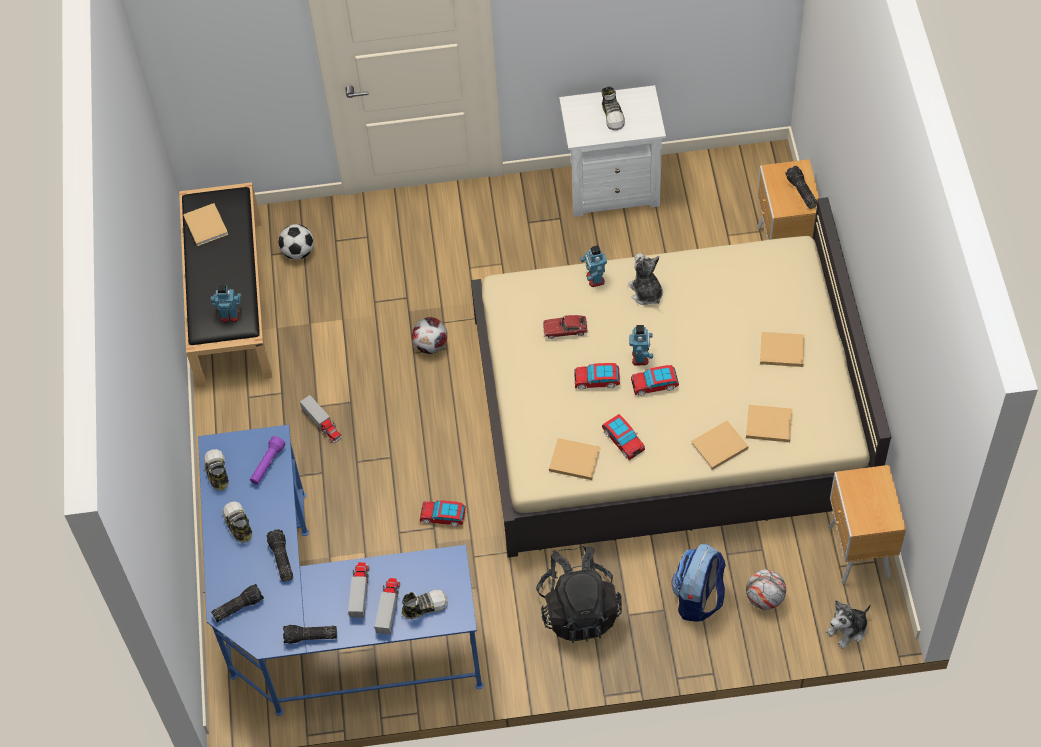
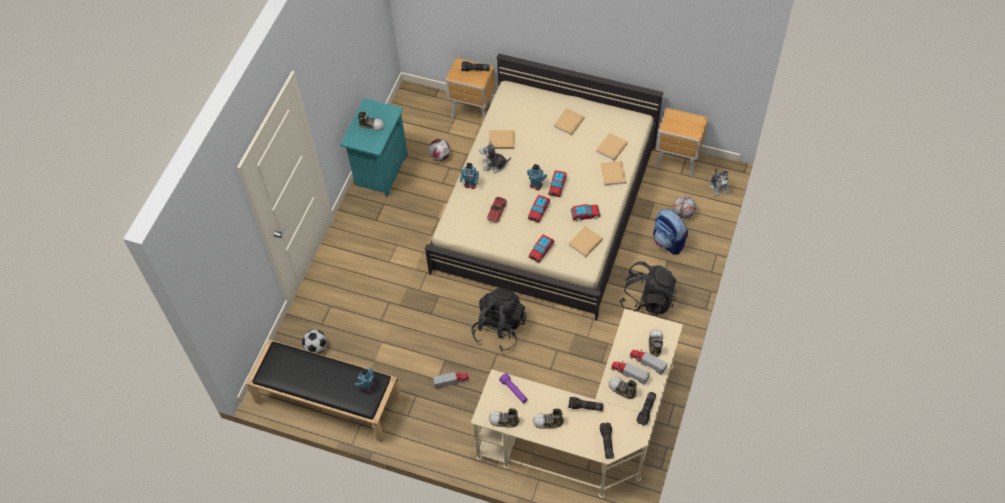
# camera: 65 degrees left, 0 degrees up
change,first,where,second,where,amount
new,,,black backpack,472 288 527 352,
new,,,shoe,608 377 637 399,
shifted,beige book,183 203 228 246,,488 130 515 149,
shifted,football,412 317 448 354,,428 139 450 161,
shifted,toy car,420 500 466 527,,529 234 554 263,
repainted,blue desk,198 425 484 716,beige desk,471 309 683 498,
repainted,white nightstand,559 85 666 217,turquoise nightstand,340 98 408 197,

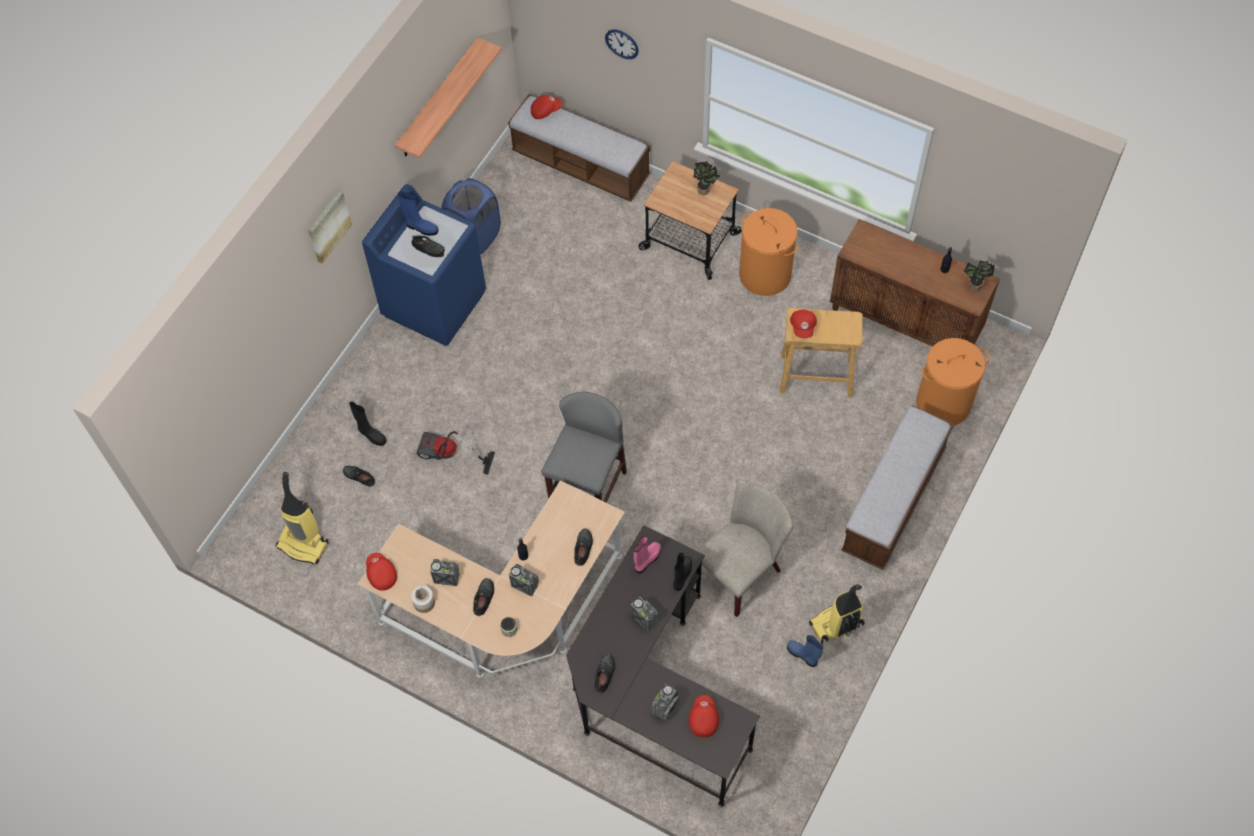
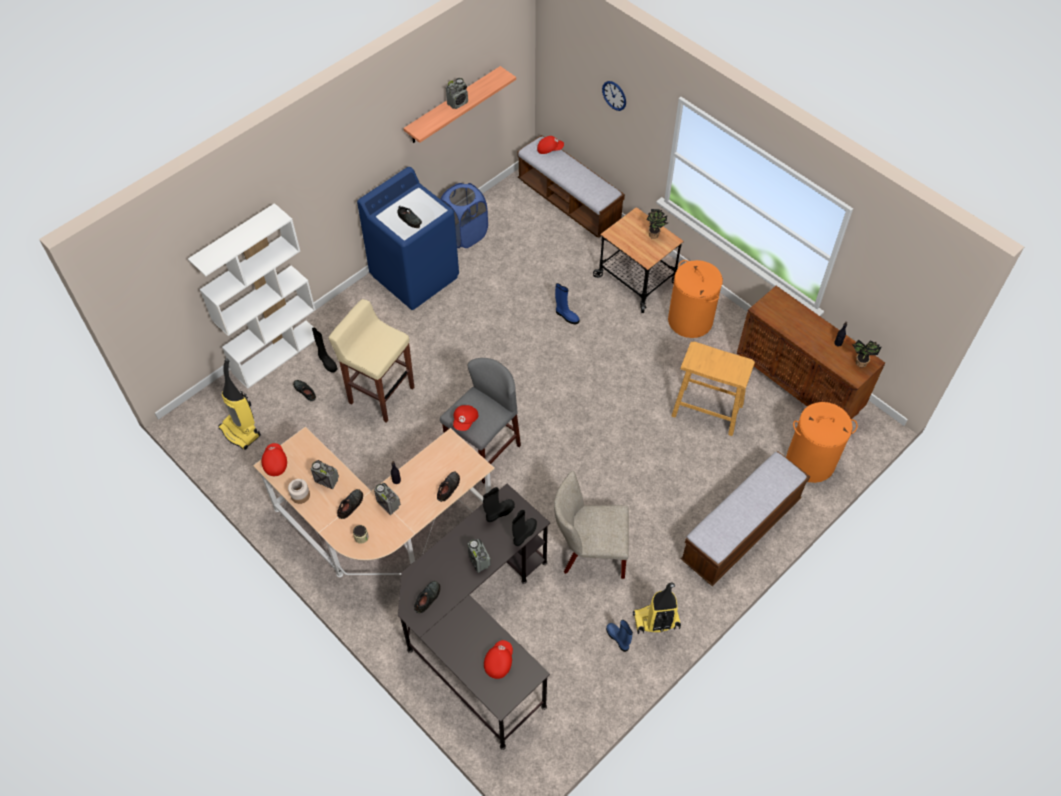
# camera: 15 degrees right, 5 degrees down
change,first,where,second,where,amount
gone,picture,308 191 352 264,,,
new,,,white bookcase,188 203 319 389,
shifted,blue boot,398 192 438 236,,555 283 580 324,
shifted,radio,652 684 679 720,,446 78 468 109,
shifted,red cap,790 309 817 338,,453 405 478 431,
swapped,vacuum cleaner,416 431 495 475,beige stool,328 299 414 423,
repainted,pink boot,634 536 661 573,black boot,483 487 515 522,
rotated,beige chair,695 479 793 617,,554 471 629 579,150 degrees counterclockwise

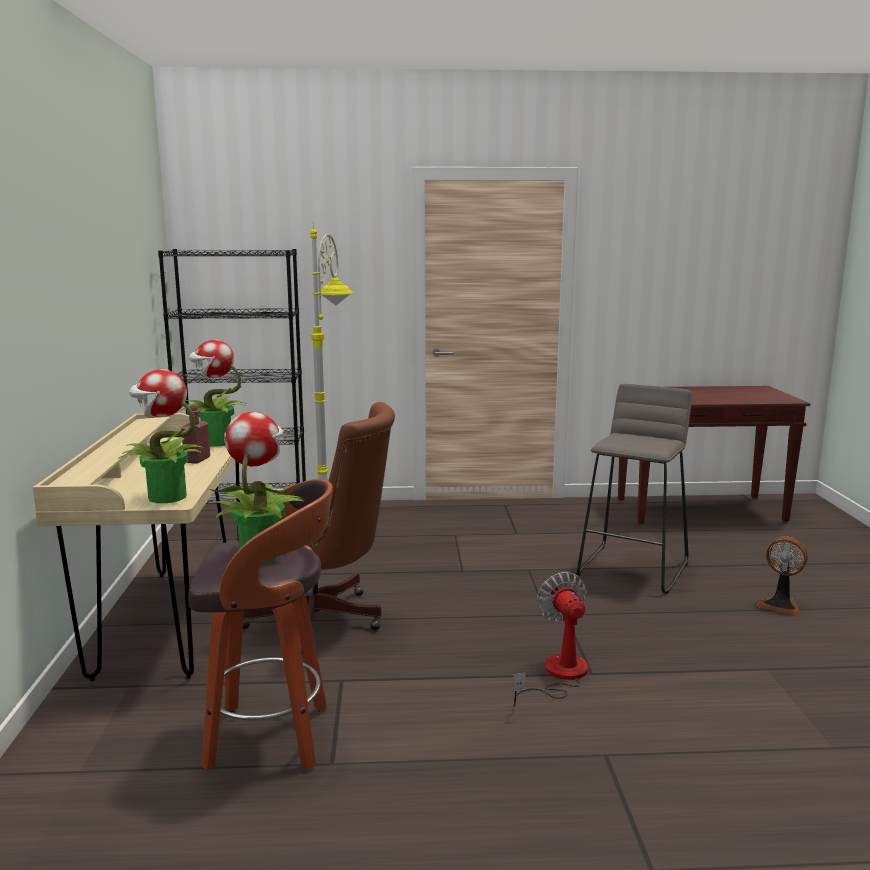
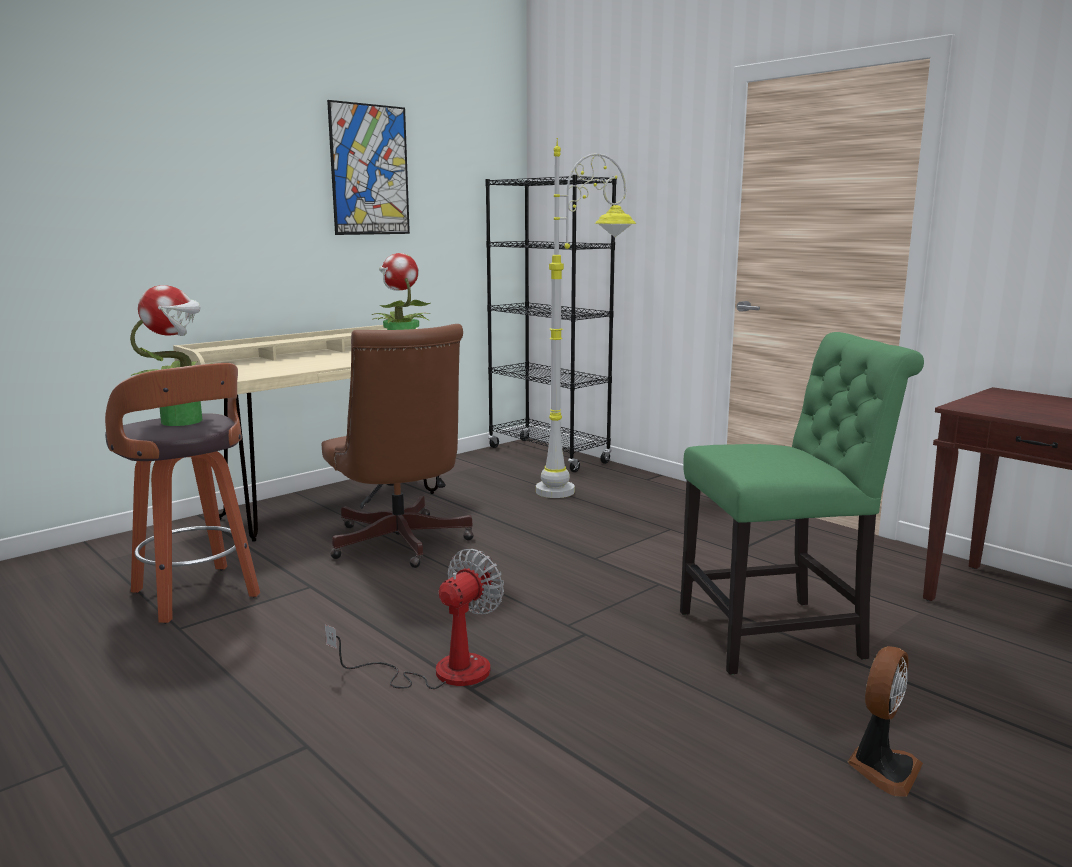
# camera: 50 degrees right, 0 degrees up
change,first,where,second,where,amount
gone,potted plant,118 369 204 503,,,
gone,red bottle,181 405 210 464,,,
new,,,picture,327 100 410 235,
swapped,grey stool,576 384 692 594,green chair,680 332 924 675,
rotated,fan,757 536 808 616,,848 646 923 797,135 degrees counterclockwise

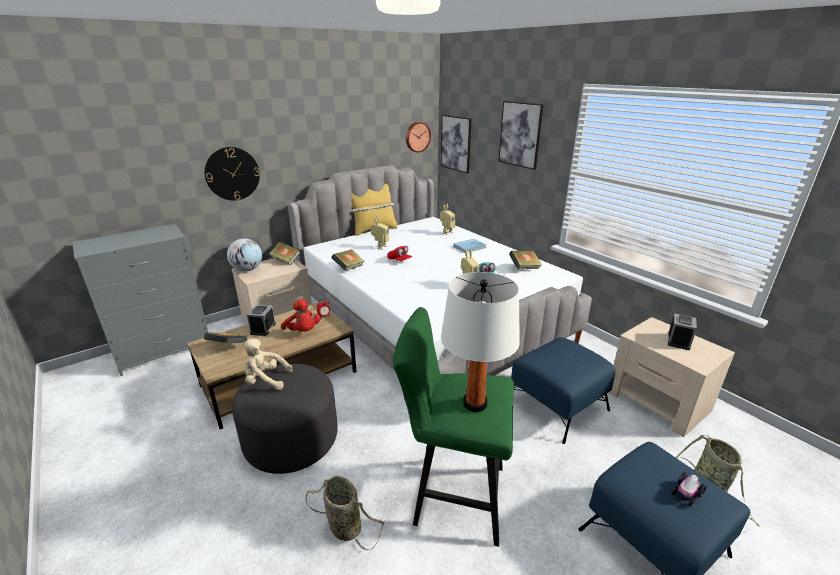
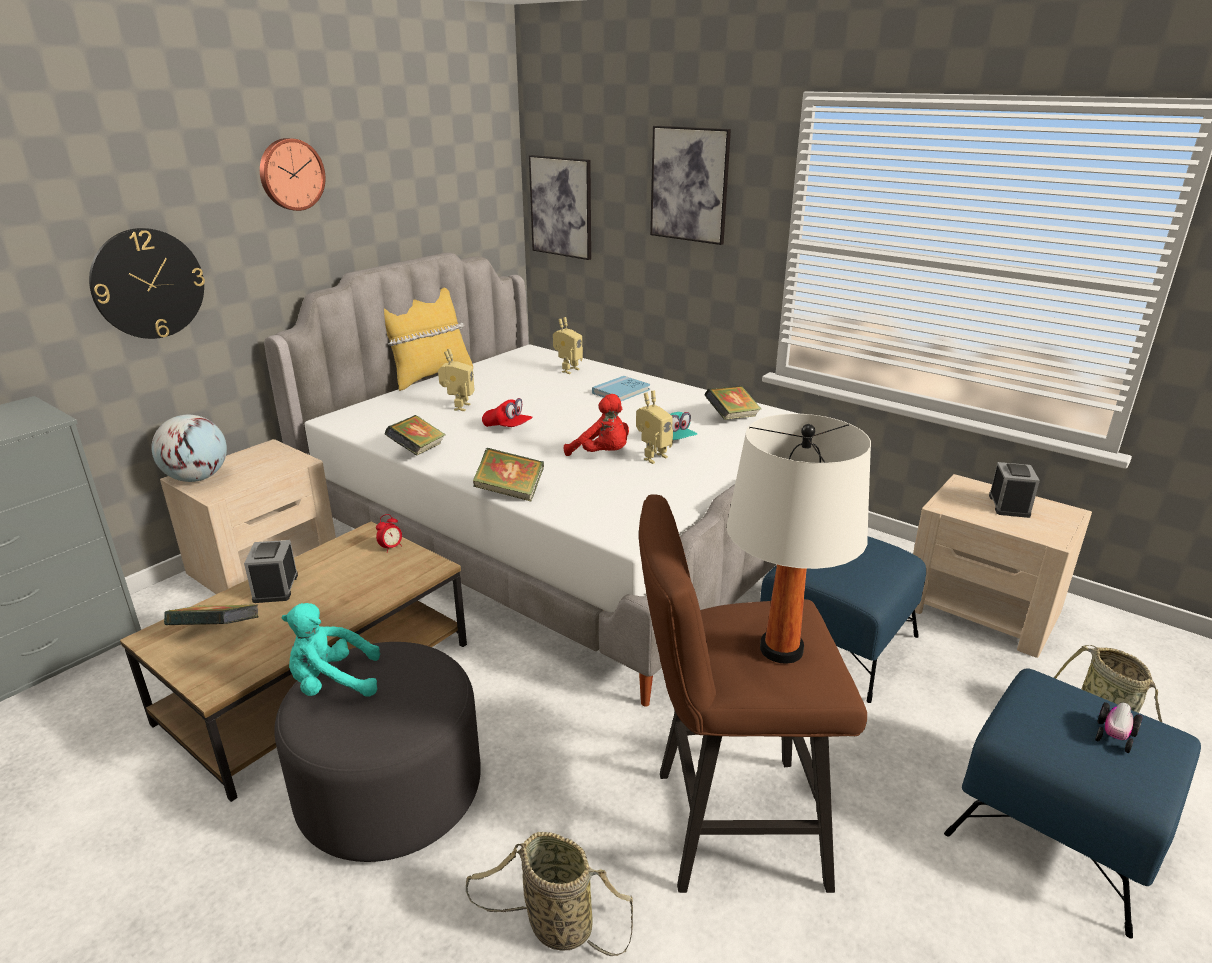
# camera: 15 degrees left, 0 degrees up
change,first,where,second,where,amount
shifted,book,269 242 301 265,,473 448 544 502,
shifted,red plush toy,281 299 321 332,,564 394 629 456,
shifted,wall clock,406 122 431 152,,260 138 326 211,
repainted,beige plush toy,243 339 293 390,turquoise plush toy,281 603 380 697,
repainted,green stool,393 307 514 547,brown stool,639 494 867 893,

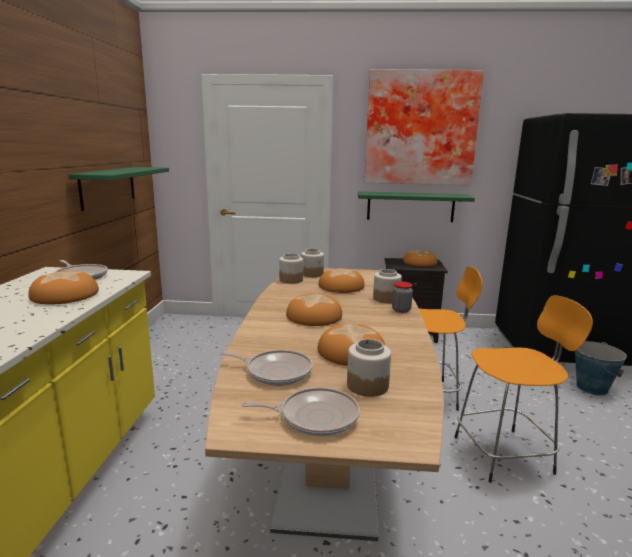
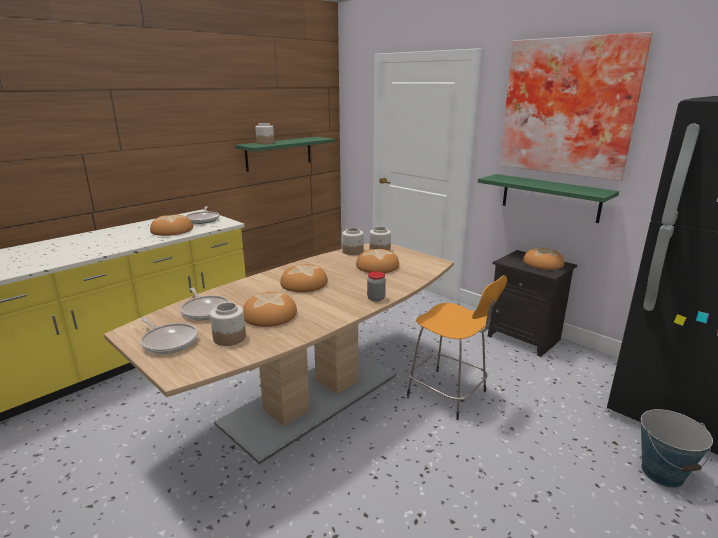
# camera: 40 degrees right, 5 degrees up
change,first,where,second,where,amount
gone,orange stool,454 295 593 483,,,
shifted,jar,373 269 402 303,,255 123 274 144,

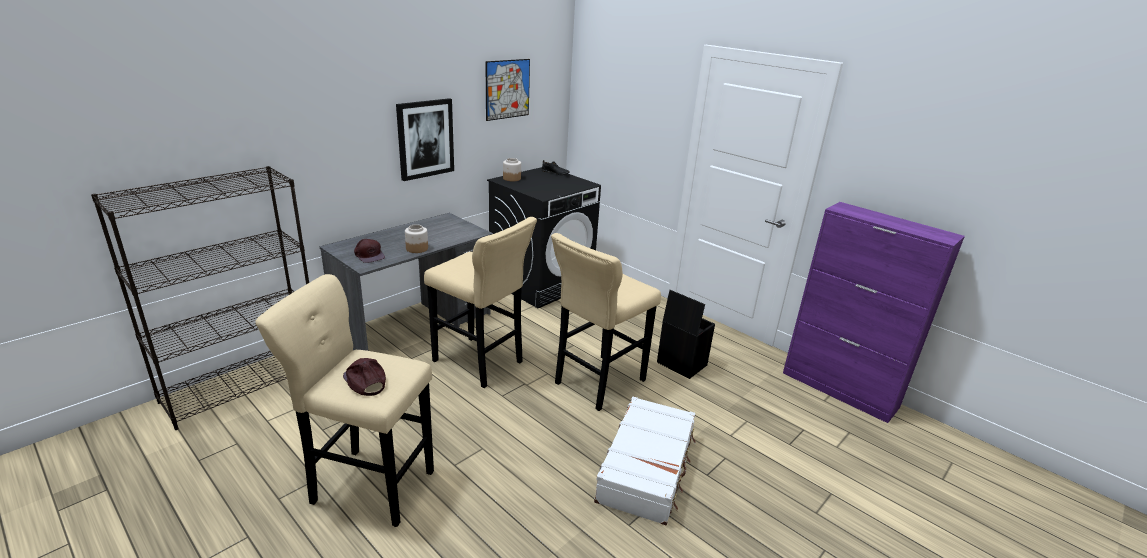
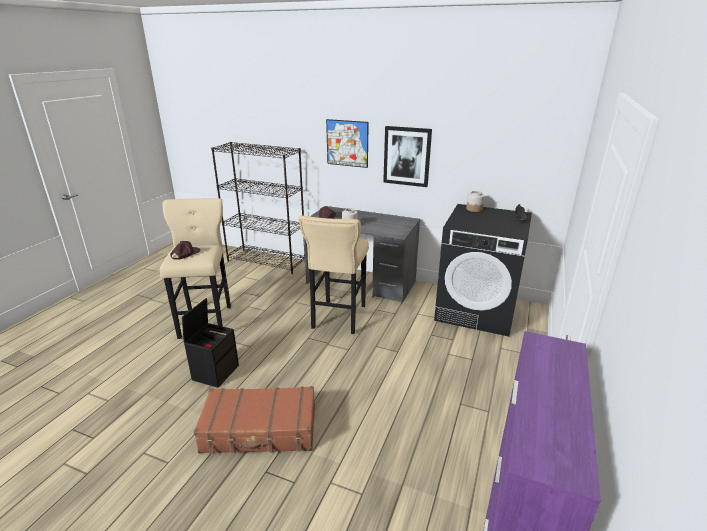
# camera: 70 degrees right, 0 degrees up
change,first,where,second,where,amount
gone,beige stool,551 233 661 411,,,
shifted,picture,485 59 530 121,,326 119 369 168,
shifted,black storage box,657 290 715 379,,182 298 239 388,
repainted,white suitcase,594 396 696 525,brown suitcase,193 386 315 454,

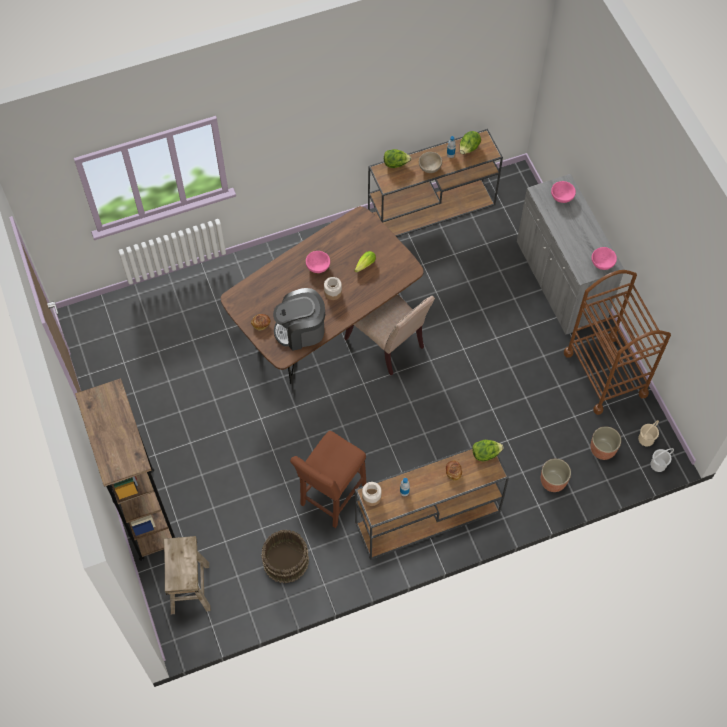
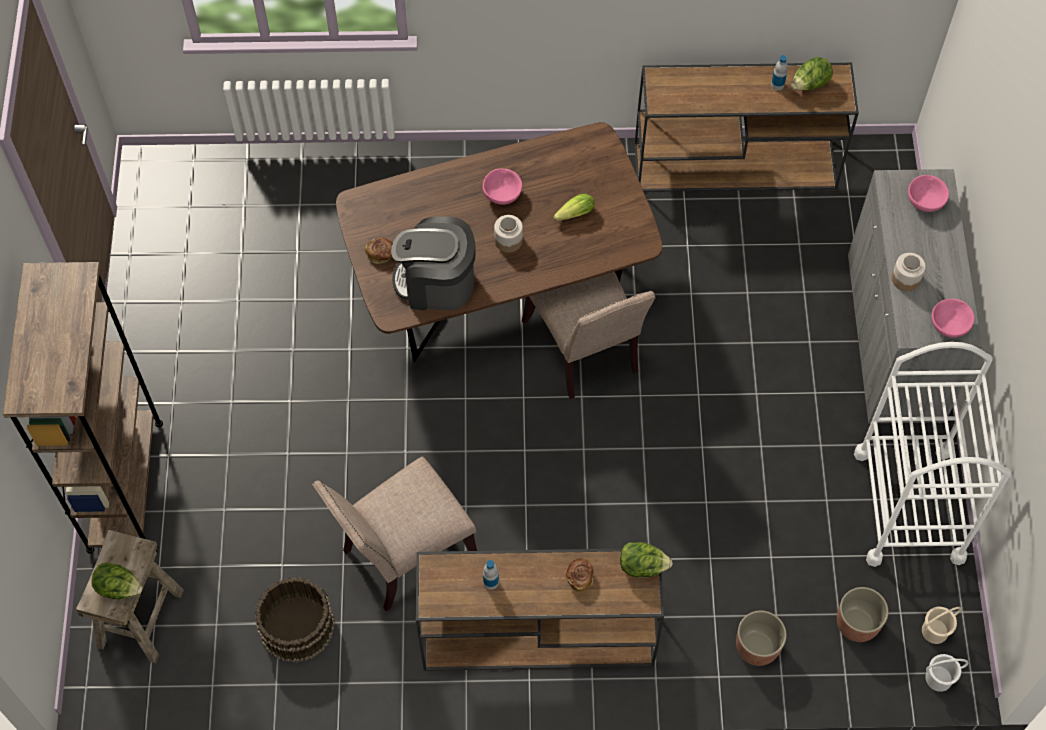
# camera: 20 degrees right, 0 degrees up
change,first,where,second,where,amount
gone,beige bowl,419 152 442 173,,,
shifted,jar,362 482 381 506,,891 253 926 291,
shifted,lettuce,384 149 412 168,,91 562 143 600,
swapped,brown stool,290 431 367 528,beige chair,312 457 477 611,
repainted,brown cart,564 270 671 415,white cart,854 342 1011 567,

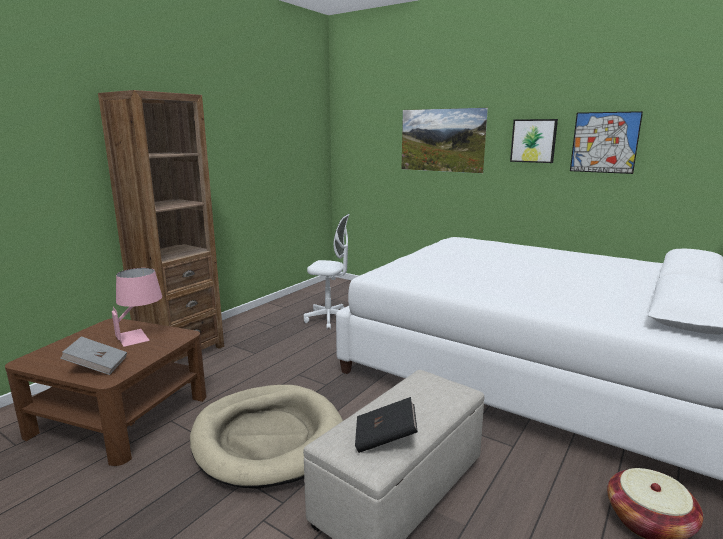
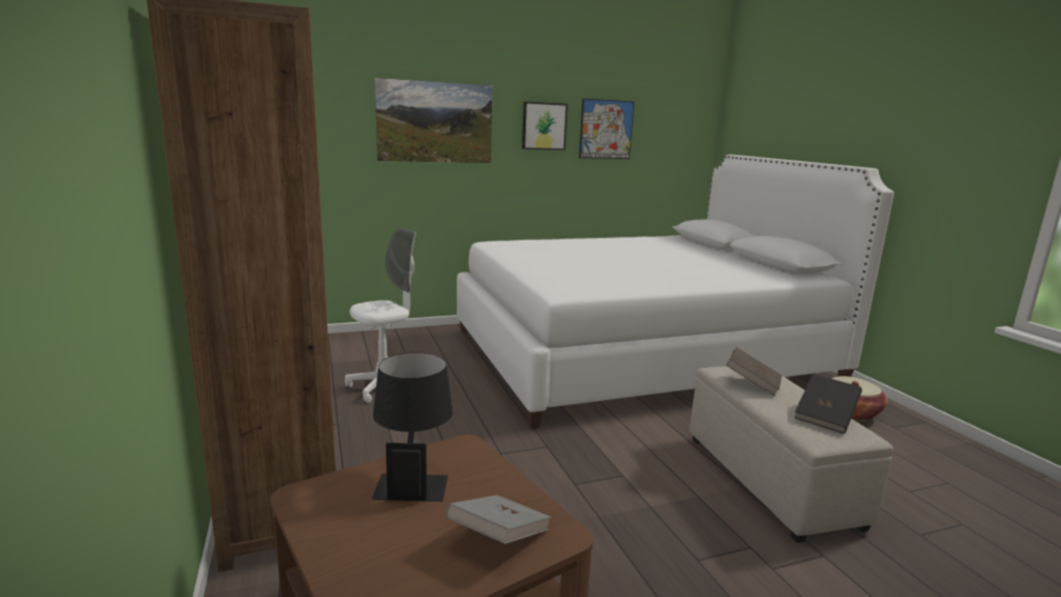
# camera: 55 degrees left, 0 degrees up
change,first,where,second,where,amount
gone,beige dog bed,190 385 343 489,,,
new,,,brown book,726 347 782 396,
repainted,pink table lamp,112 268 162 347,black table lamp,372 352 453 502,

